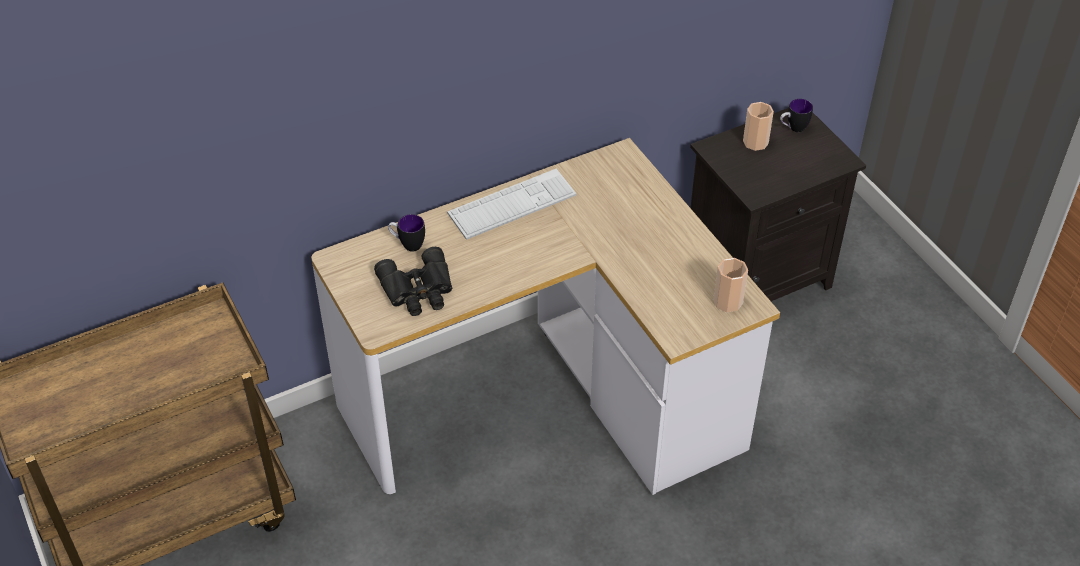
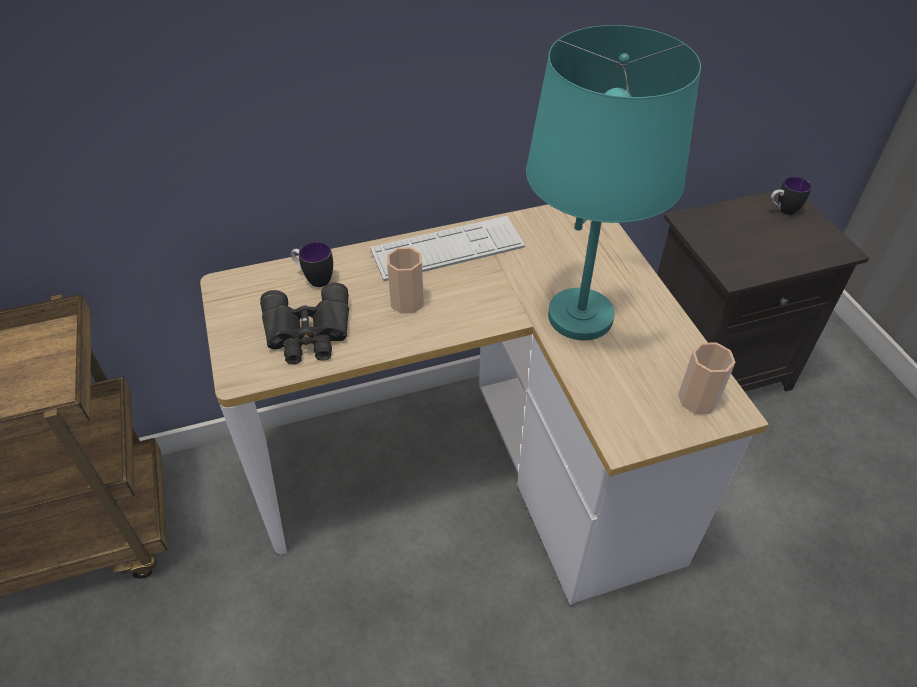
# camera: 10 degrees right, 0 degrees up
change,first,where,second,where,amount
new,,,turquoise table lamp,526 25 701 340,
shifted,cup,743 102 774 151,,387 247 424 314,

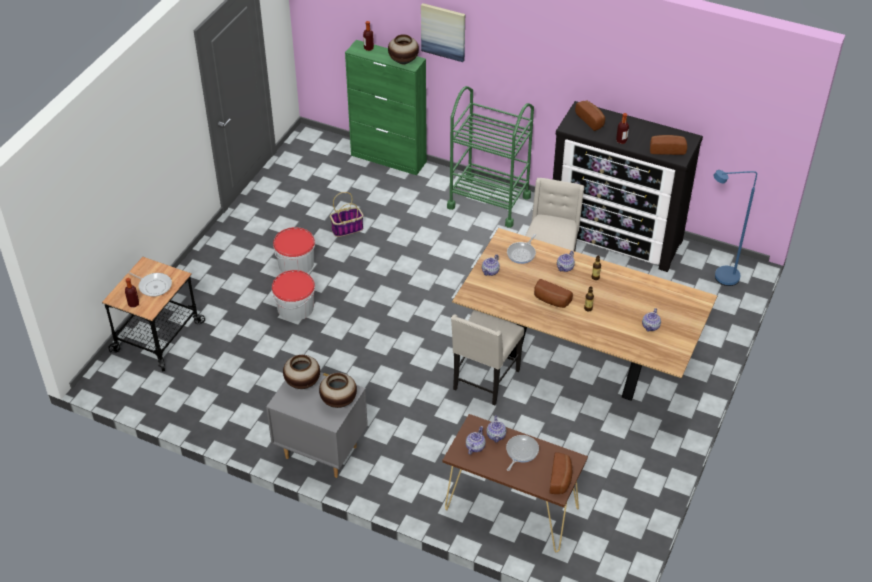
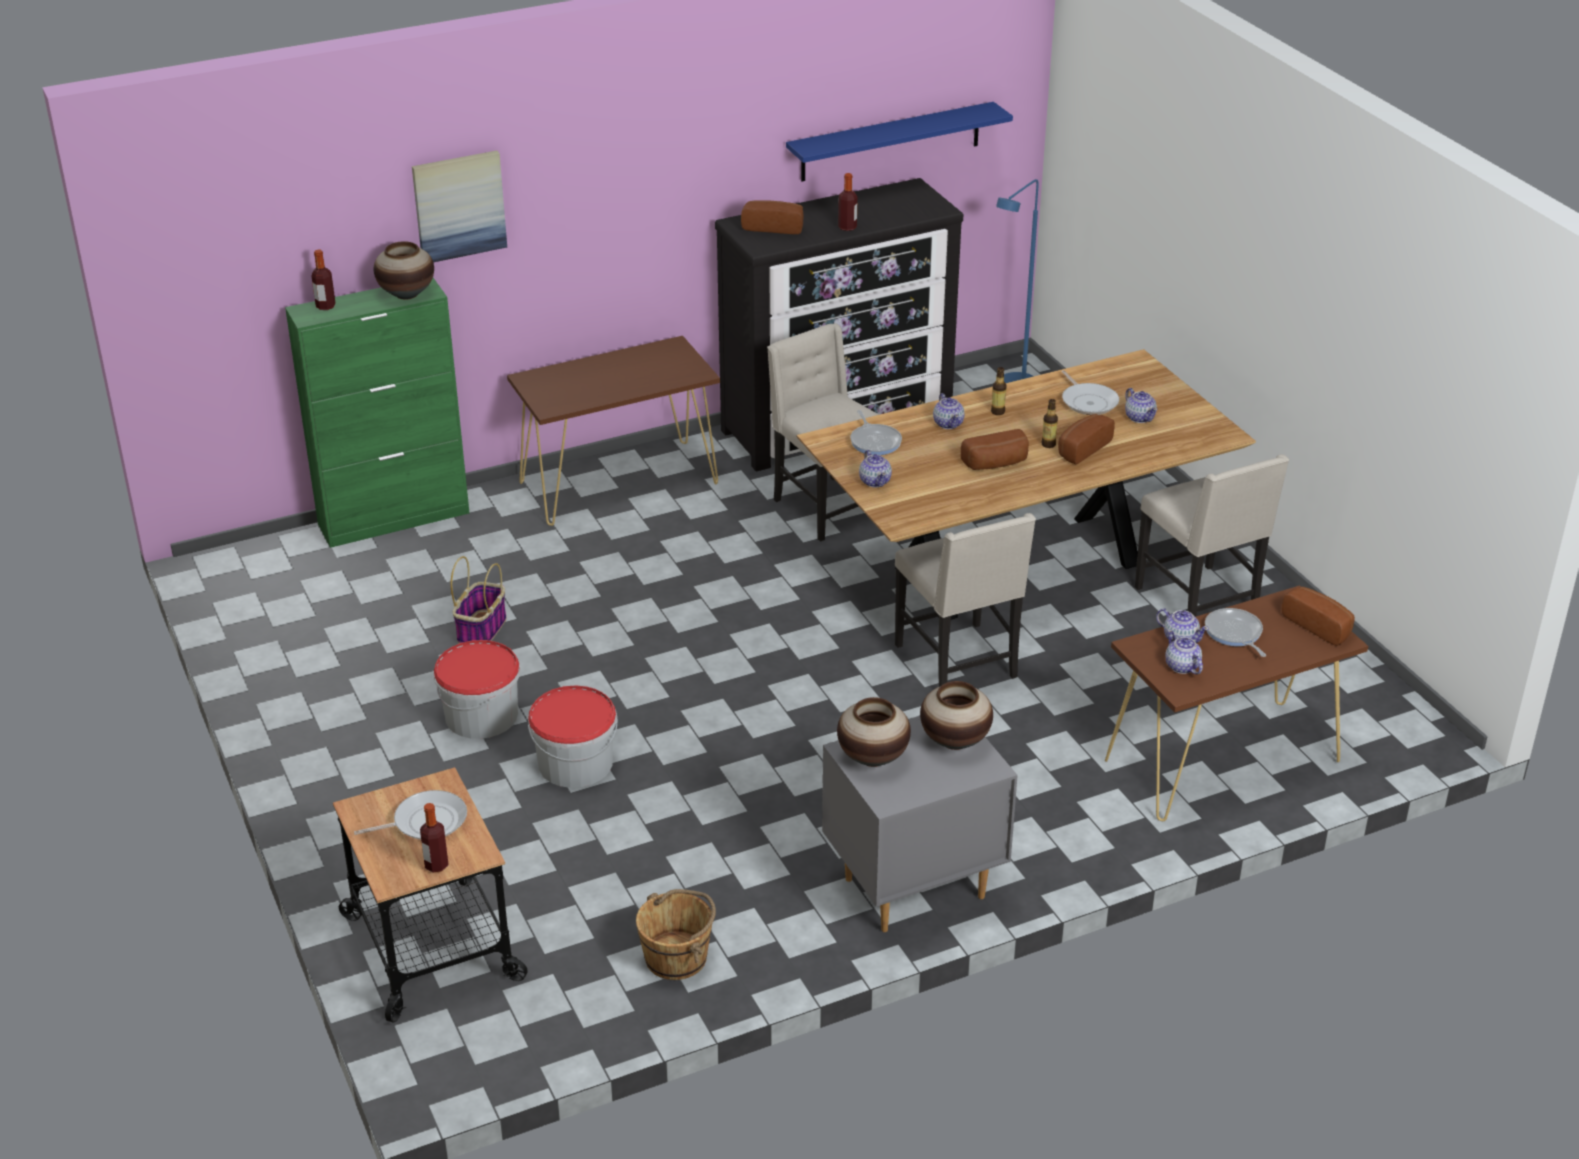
# camera: 50 degrees left, 10 degrees down
change,first,where,second,where,amount
new,,,brown bucket,636 889 716 980,
new,,,blue shelf,786 102 1013 181,
new,,,frying pan,1062 370 1119 415,
new,,,beige chair,1135 454 1289 617,
shifted,bread,650 135 687 155,,1058 414 1115 464,
swapped,green cart,447 86 534 228,brown console table,507 336 720 526,

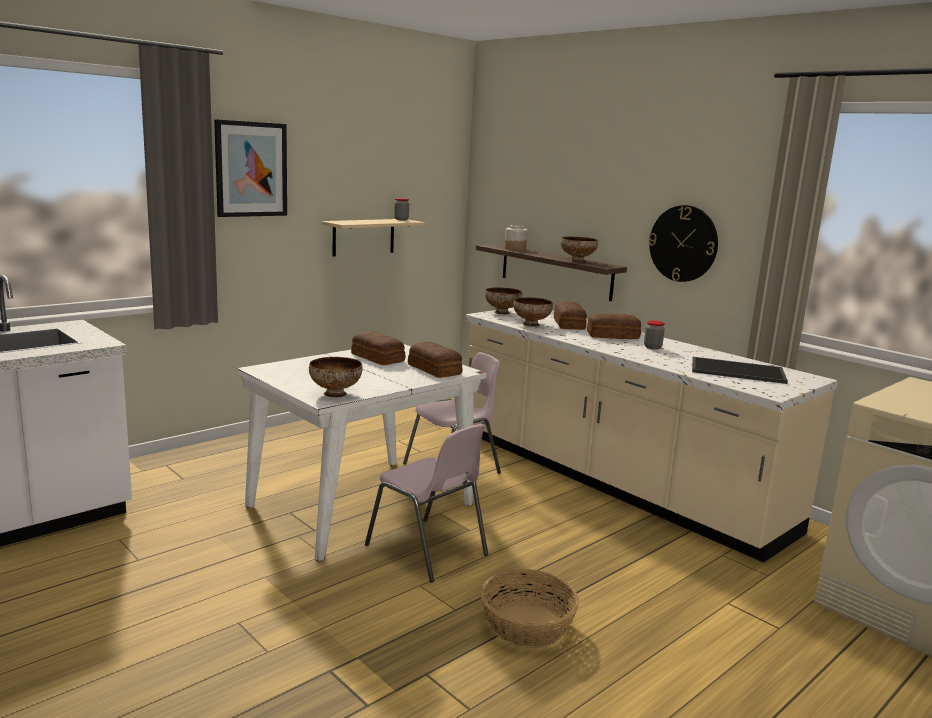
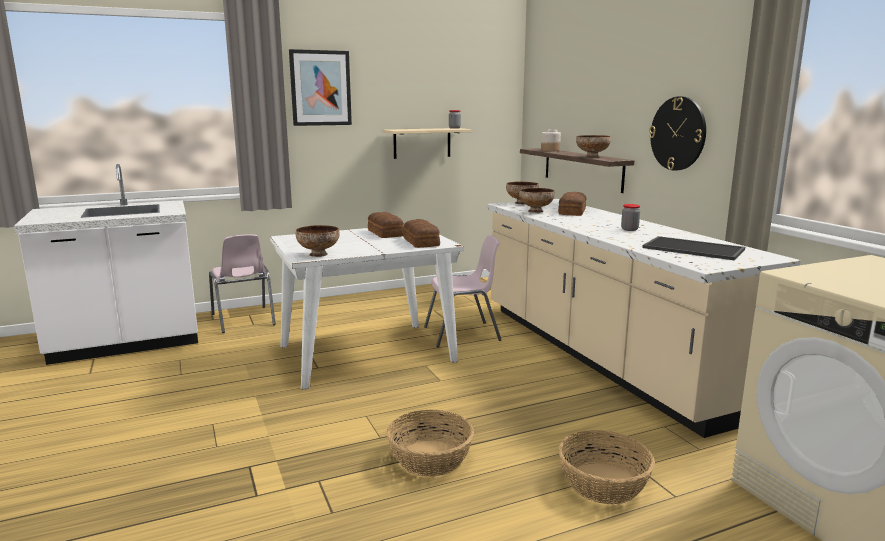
# camera: 20 degrees right, 0 degrees up
change,first,where,second,where,amount
gone,bread,587 314 641 339,,,
new,,,basket,558 430 655 504,
shifted,pink chair,365 424 488 583,,209 234 276 333,

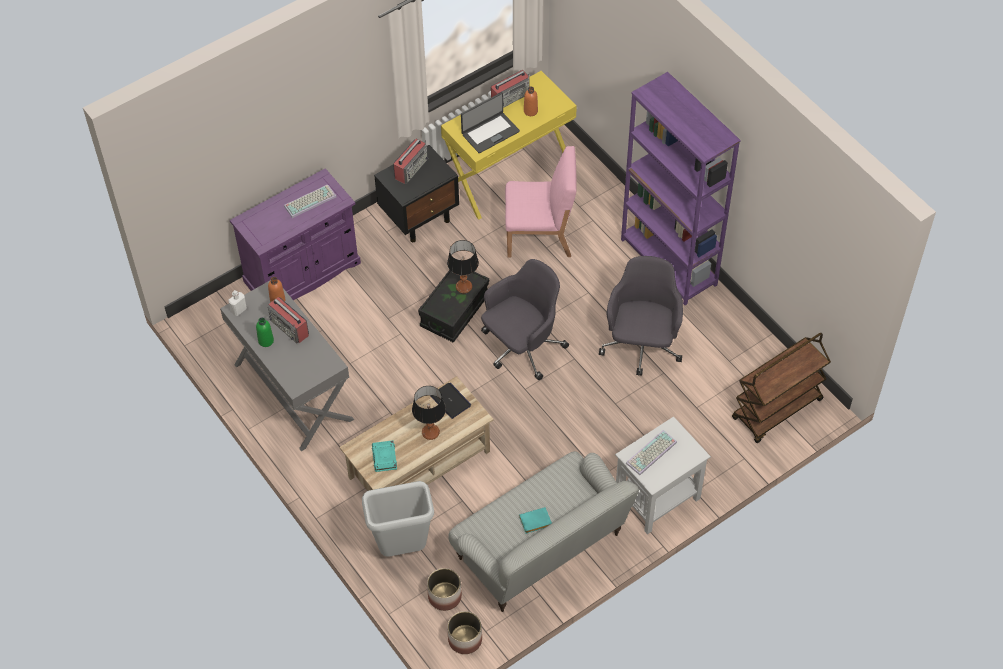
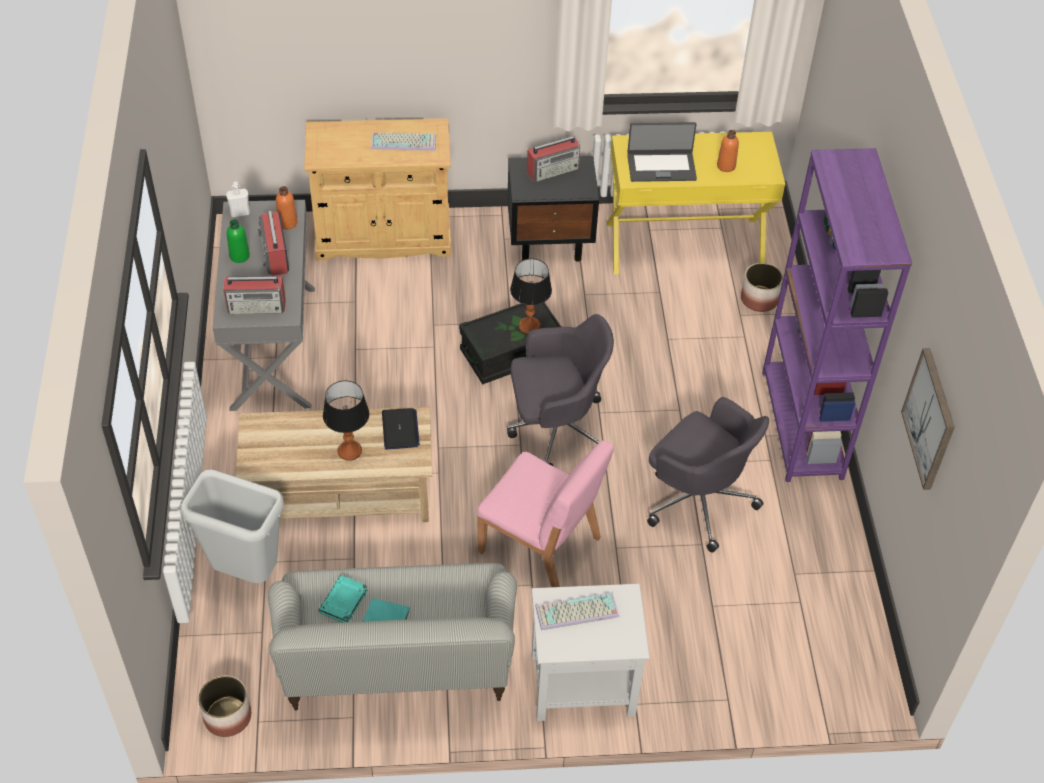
# camera: 30 degrees right, 5 degrees down
change,first,where,second,where,amount
gone,brown cart,732 333 831 443,,,
new,,,picture,901 348 955 490,
shifted,turquoise book,372 440 397 472,,318 575 368 623,
shifted,planter,427 568 462 611,,741 263 783 312,
shifted,radio,491 70 530 108,,223 276 286 314,
shifted,pink chair,505 146 577 257,,477 440 614 587,
repainted,purple cabinet,230 168 361 300,beige cabinet,304 118 451 260,
rotated,grey office chair,599 256 683 376,,647 397 769 553,90 degrees clockwise

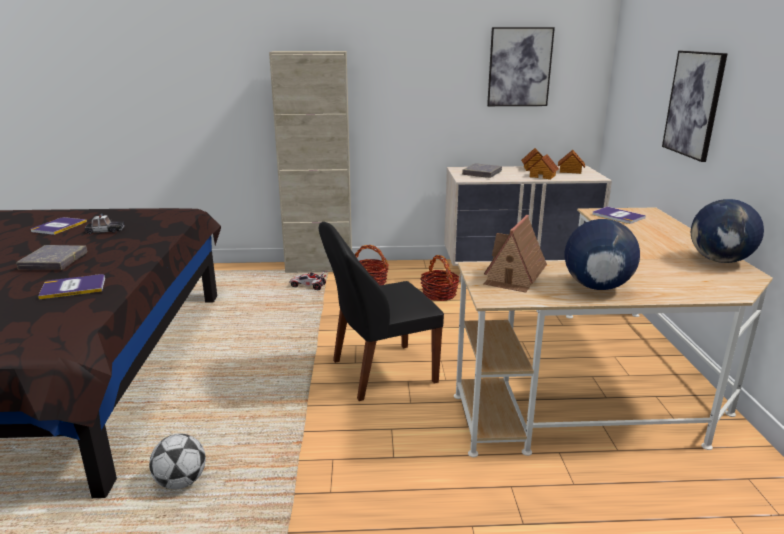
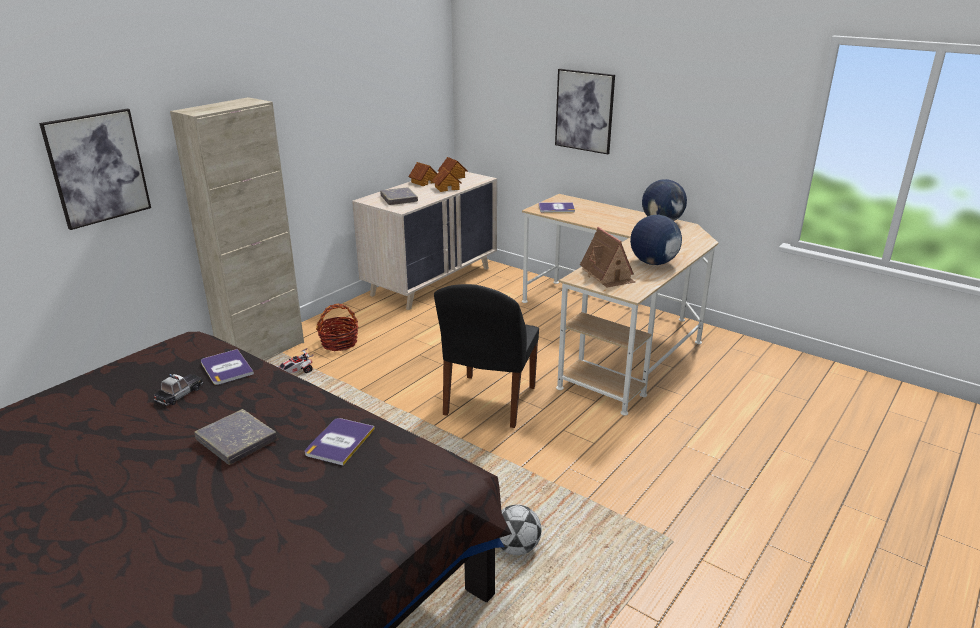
# camera: 50 degrees left, 5 degrees up
change,first,where,second,where,amount
gone,basket,420 255 459 301,,,
shifted,book,31 217 87 235,,201 349 254 385,
shifted,picture,487 27 555 106,,39 109 151 230,

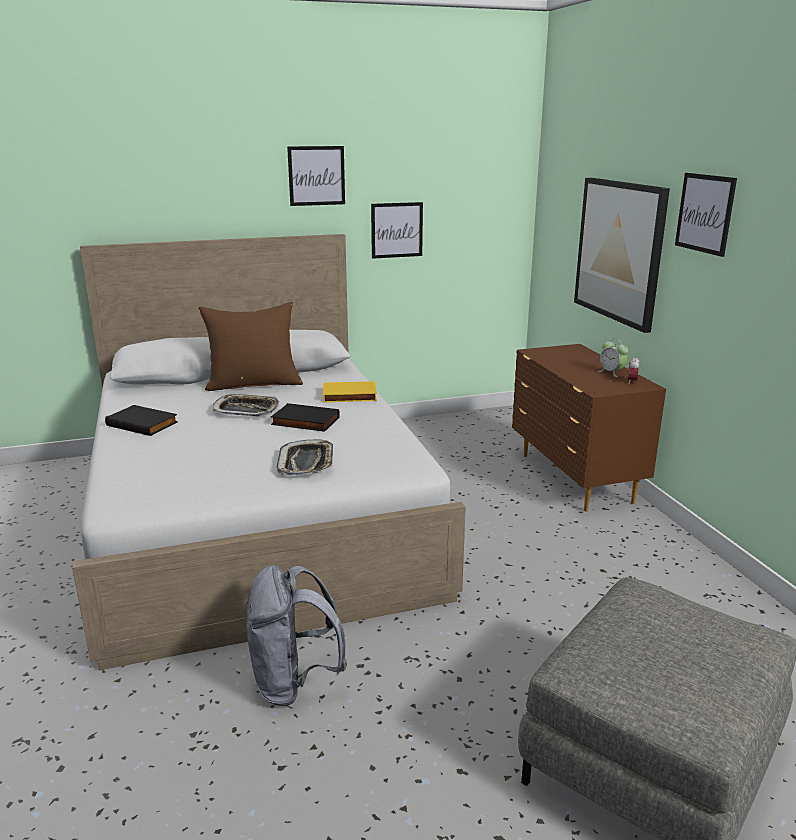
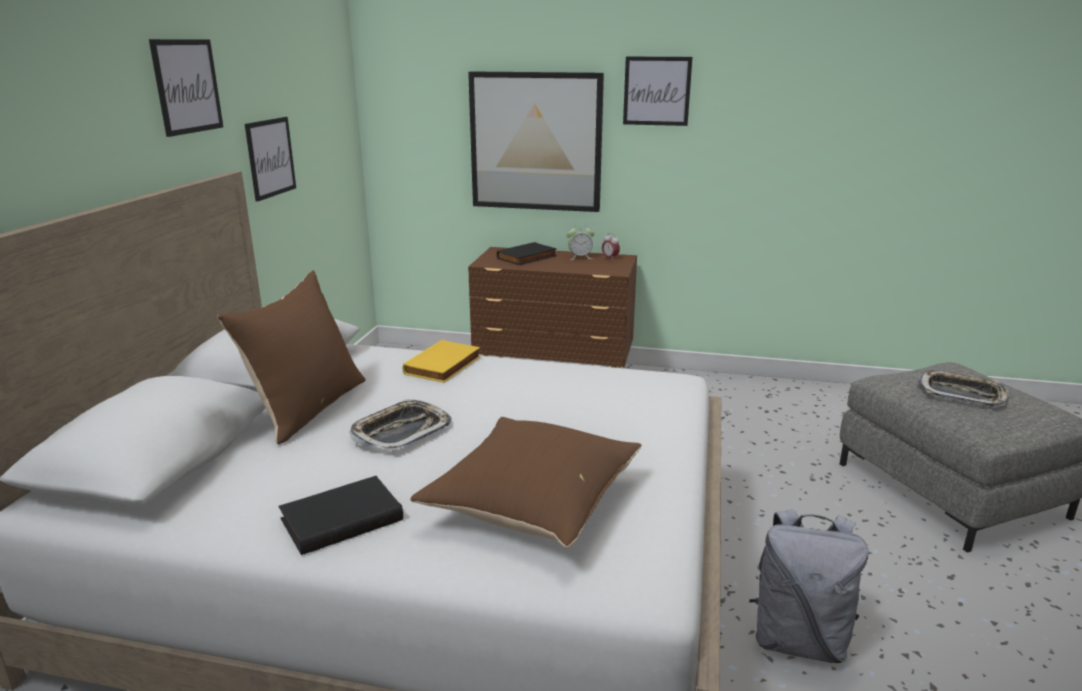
# camera: 60 degrees left, 0 degrees up
change,first,where,second,where,amount
new,,,brown pillow,411 417 642 548,
shifted,black book,271 403 340 432,,497 242 557 265,
shifted,tray,277 439 333 475,,917 370 1009 407,

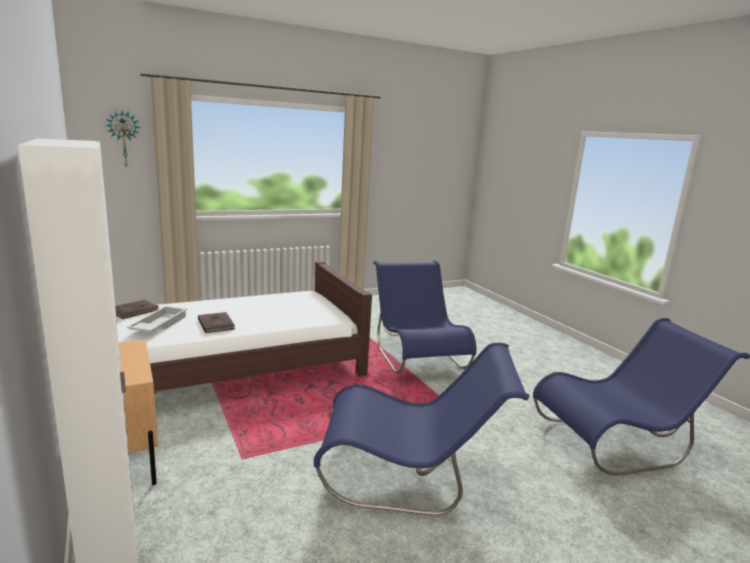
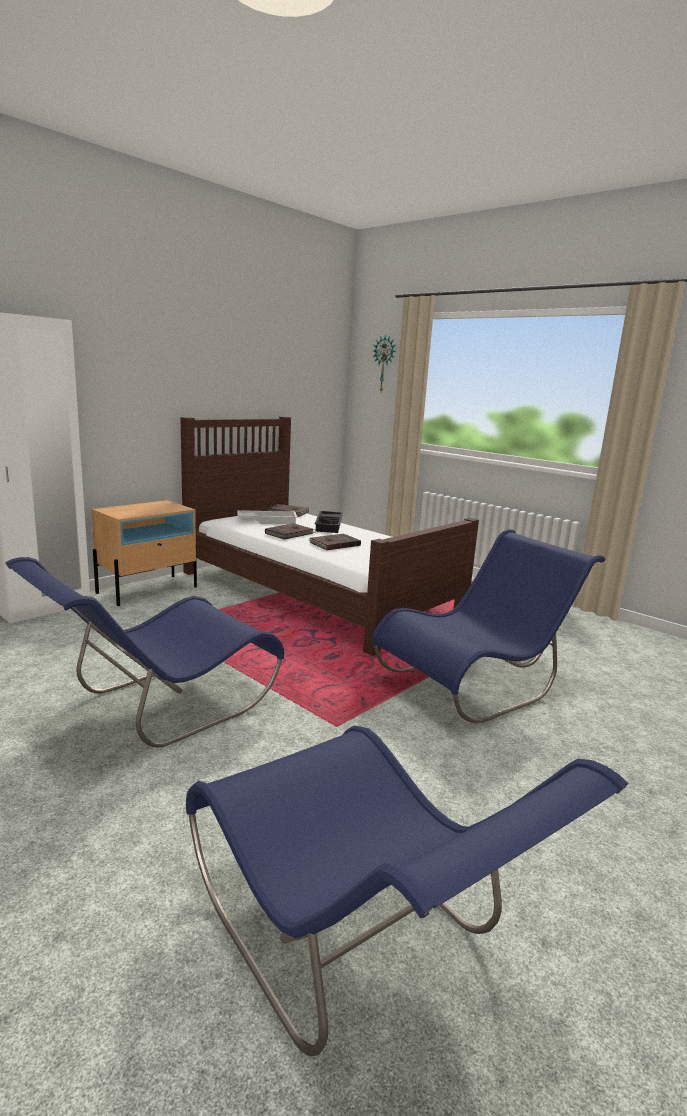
# camera: 70 degrees right, 0 degrees up
change,first,where,second,where,amount
new,,,brown book,308 534 361 550,
new,,,black tray,315 511 343 533,
rotated,blue chair,314 343 529 515,,5 557 284 747,60 degrees clockwise

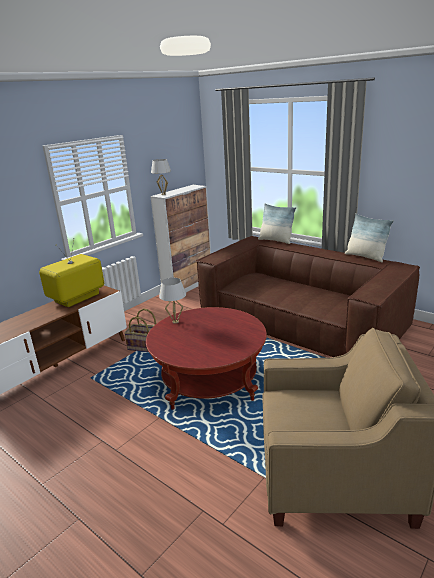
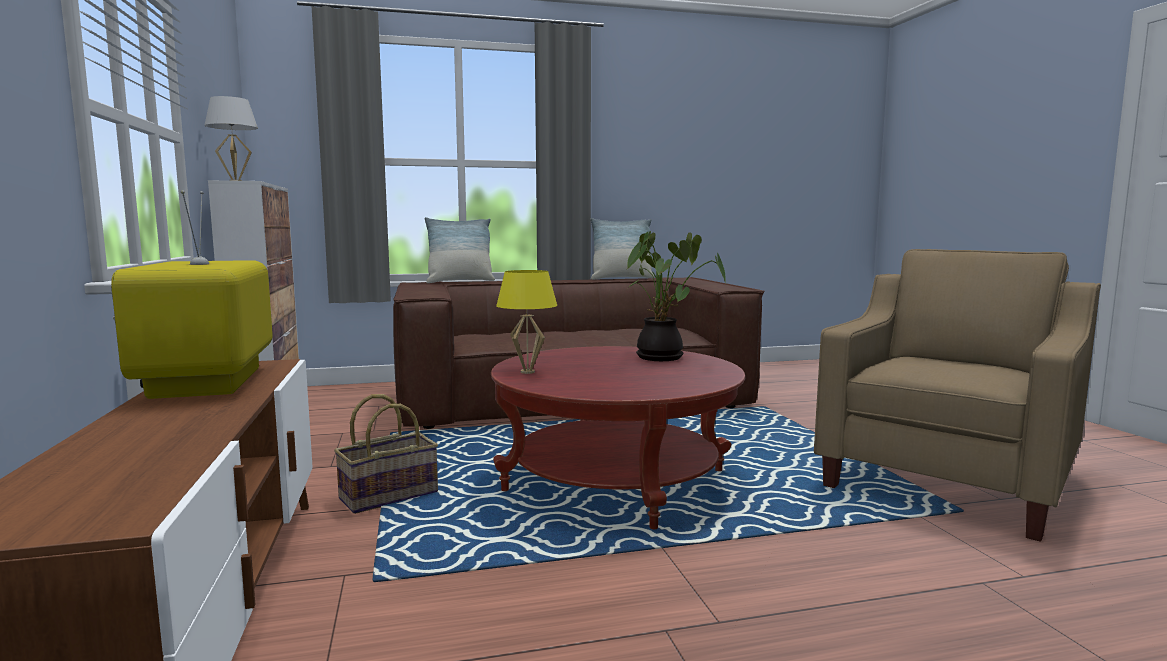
# camera: 55 degrees left, 15 degrees down
change,first,where,second,where,amount
new,,,potted plant,626 231 726 361,
repainted,white table lamp,159 278 186 324,yellow table lamp,496 270 557 374,

